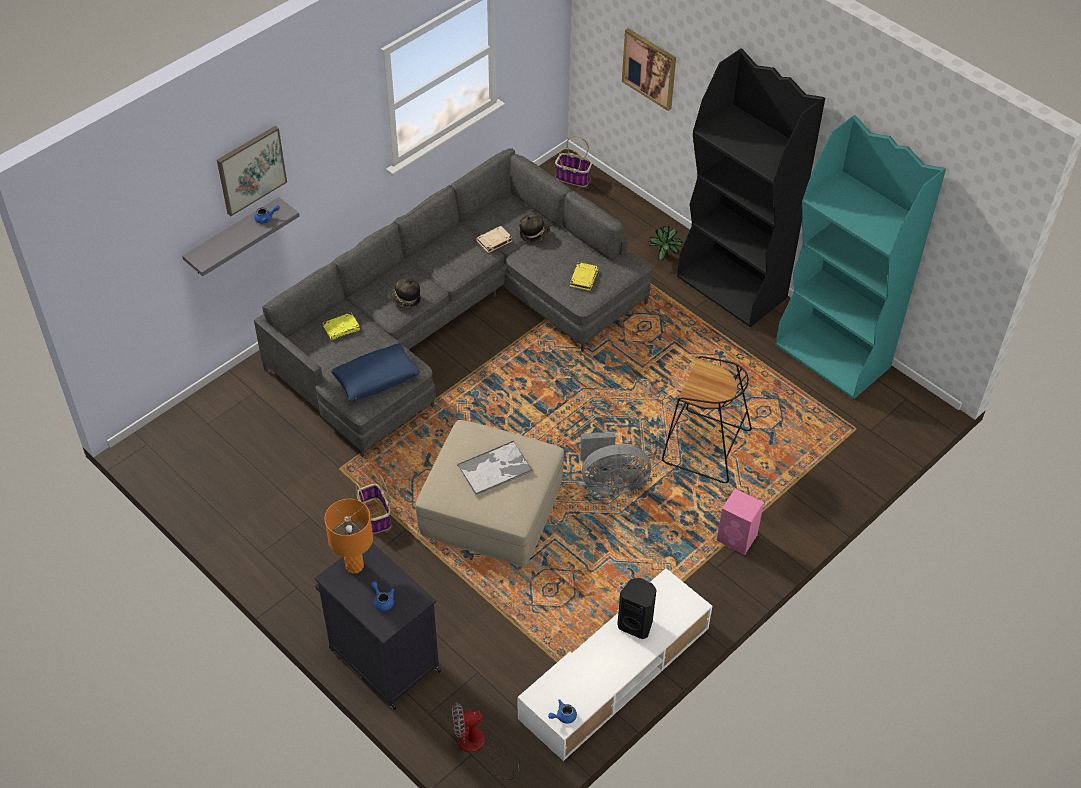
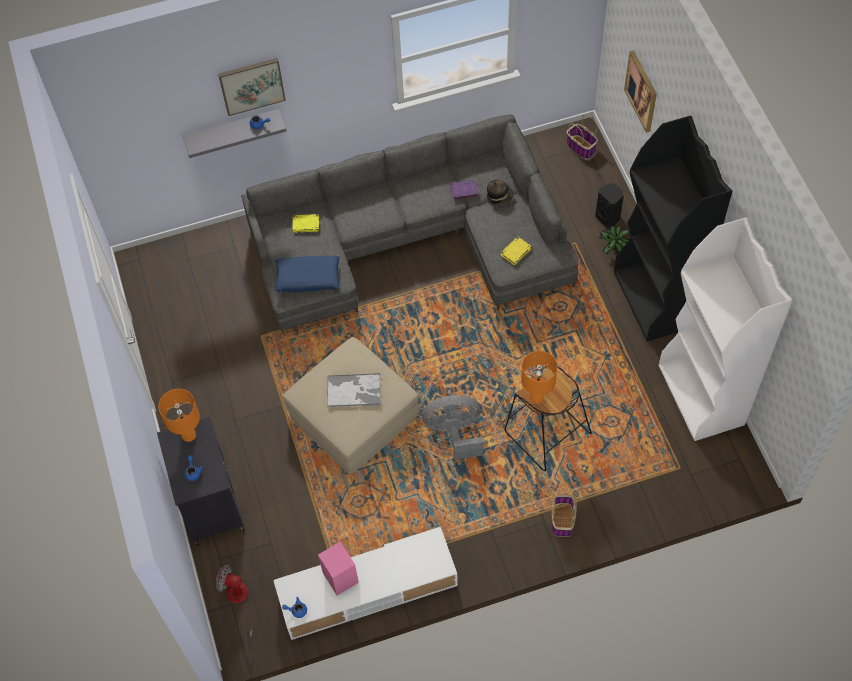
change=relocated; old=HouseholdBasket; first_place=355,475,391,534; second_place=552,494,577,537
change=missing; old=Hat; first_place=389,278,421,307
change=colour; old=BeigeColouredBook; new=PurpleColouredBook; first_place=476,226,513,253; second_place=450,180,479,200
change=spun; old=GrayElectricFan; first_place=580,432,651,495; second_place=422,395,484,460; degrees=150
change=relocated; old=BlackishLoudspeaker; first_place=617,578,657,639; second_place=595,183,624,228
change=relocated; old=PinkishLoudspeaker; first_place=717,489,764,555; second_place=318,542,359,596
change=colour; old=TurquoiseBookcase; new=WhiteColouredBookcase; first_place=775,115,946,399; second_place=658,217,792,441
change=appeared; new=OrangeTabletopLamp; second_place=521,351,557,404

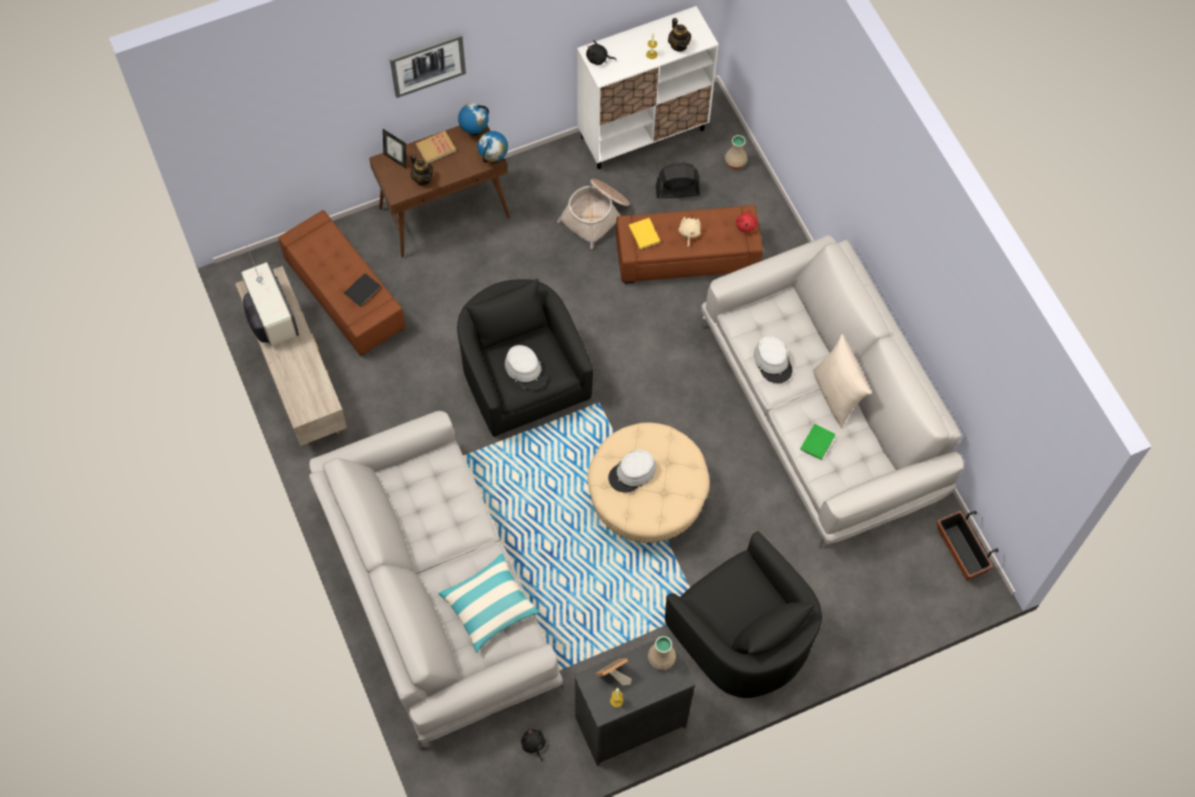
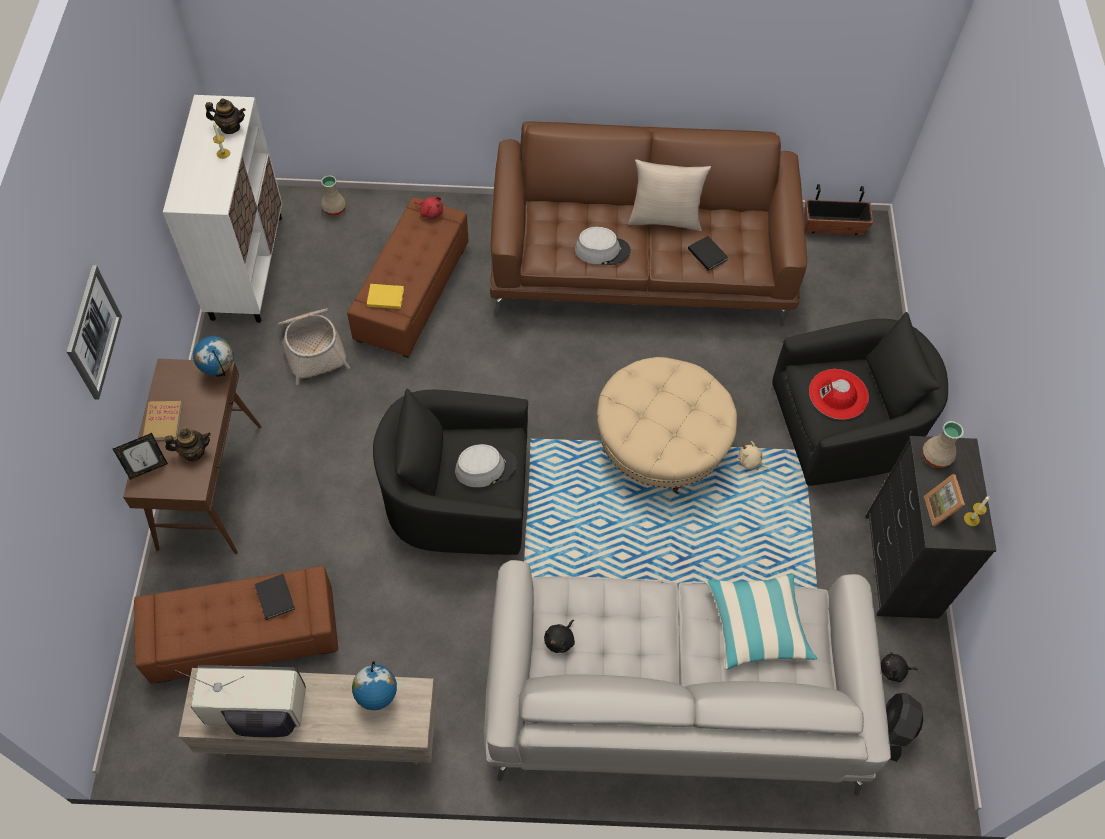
change=relocated; old=Globe; first_place=458,103,489,136; second_place=352,661,397,710
change=relocated; old=BlackishPlushToy; first_place=586,40,617,65; second_place=544,620,575,653
change=missing; old=GrayHat; first_place=608,450,656,493
change=relocated; old=BlackishElectricFan; first_place=656,163,700,198; second_place=886,693,923,762
change=relocated; old=BeigeColouredPlushToy; first_place=679,215,701,247; second_place=738,441,770,471
change=colour; old=GraySettee; new=BrownColouredSettee; first_place=698,235,964,549; second_place=490,121,807,327
change=colour; old=GreenColouredBook; new=BlackishBook; first_place=800,424,836,460; second_place=688,236,729,271
change=appeared; new=RedColouredHat; second_place=809,369,869,420

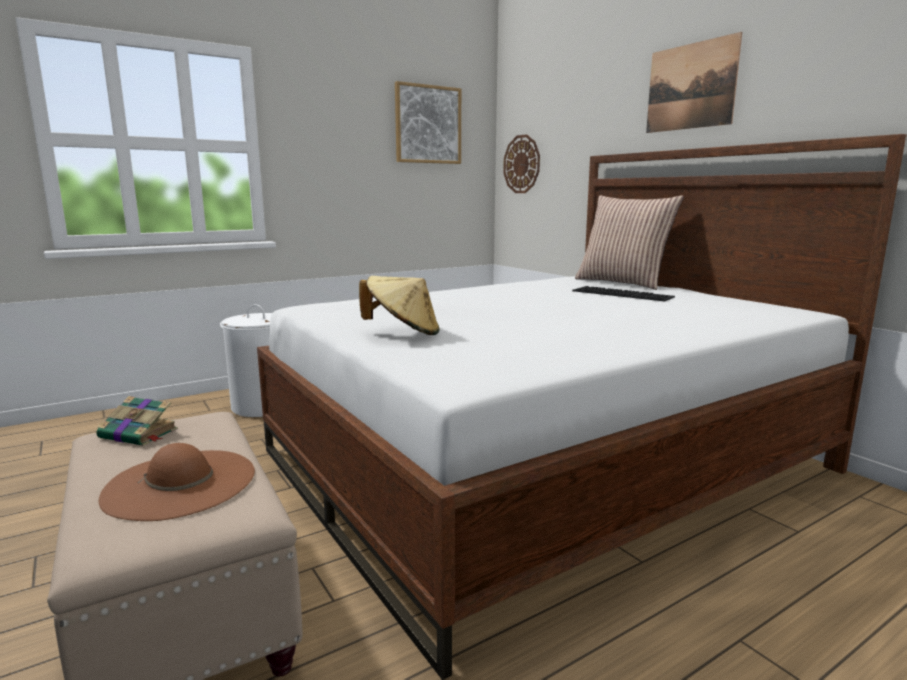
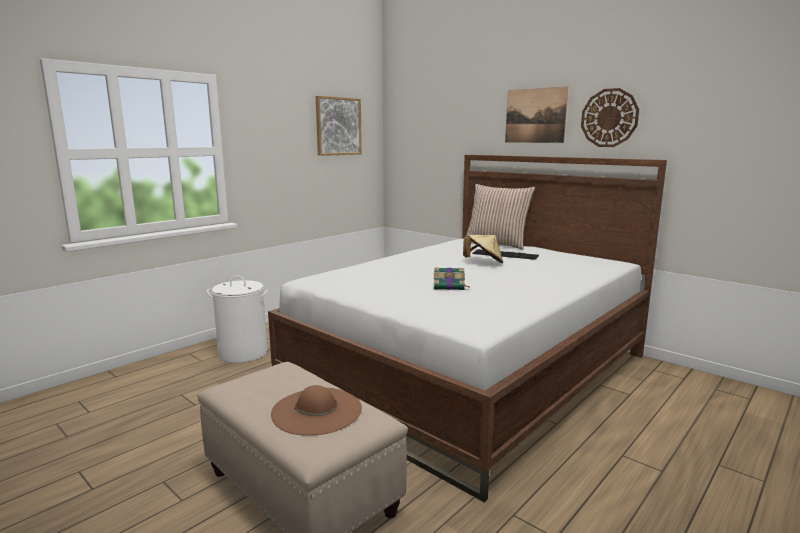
change=relocated; old=Book; first_place=96,396,178,446; second_place=434,267,471,290
change=relocated; old=BeigeColouredHat; first_place=359,276,439,335; second_place=463,235,503,263
change=relocated; old=WallClock; first_place=503,134,540,193; second_place=581,88,639,147

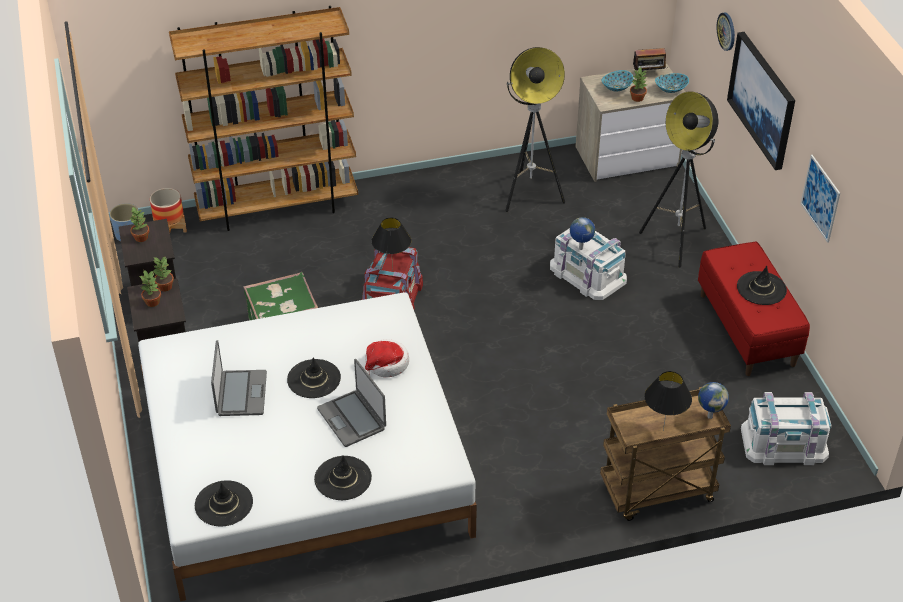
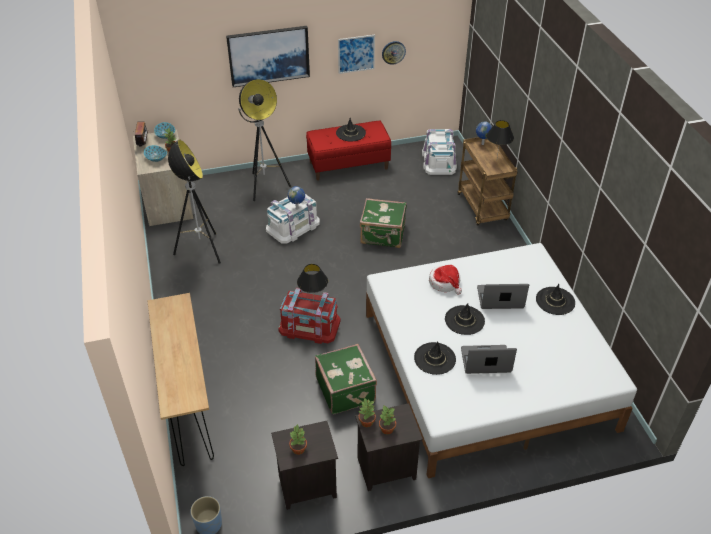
change=missing; old=PlantPot; first_place=150,188,187,233
change=exchanged; old=BrownColouredBookcase; new=BrownColouredConsoleTable; first_place=169,6,358,231; second_place=148,293,214,466
change=relocated; old=BlackishHat; first_place=195,480,253,526; second_place=414,341,456,375
change=spun; old=Laptop; first_place=317,359,386,447; second_place=477,284,529,309; degrees=-150
change=relocated; old=WallClock; first_place=717,12,735,51; second_place=382,41,406,65
change=appeared; new=GreenColouredPieceOfLuggage; second_place=360,198,407,248

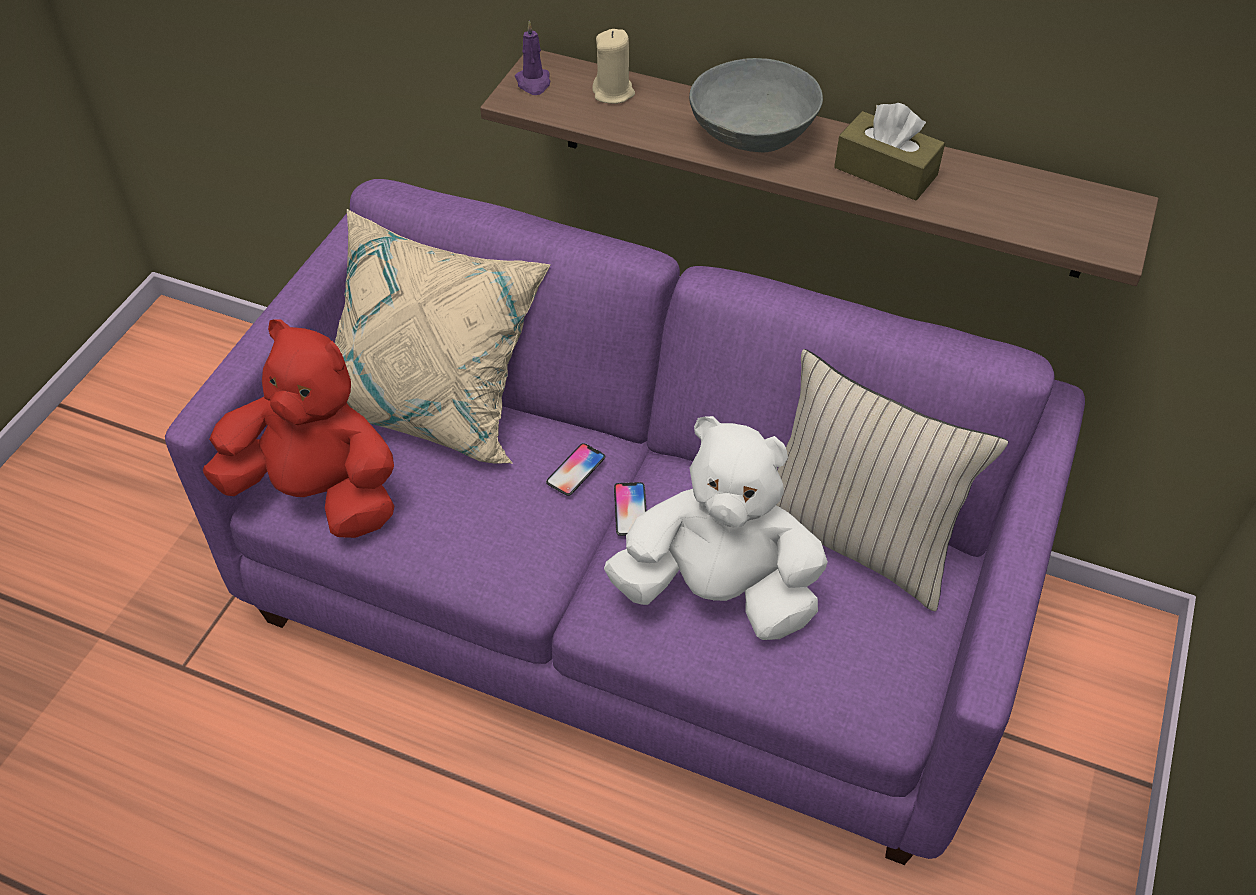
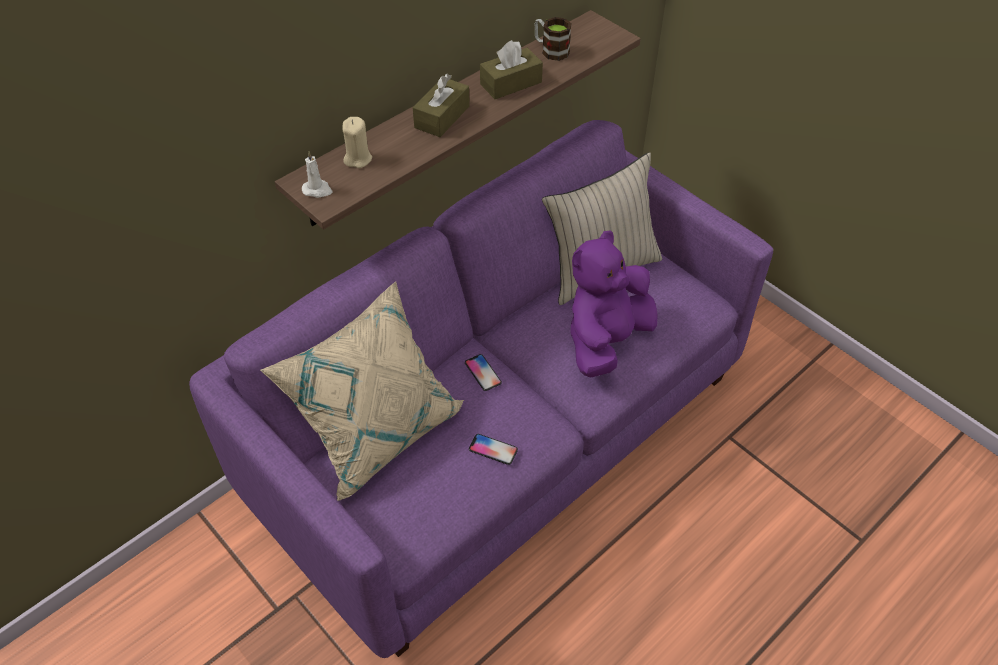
change=missing; old=RedColouredPlushToy; first_place=203,319,394,538
change=colour; old=PurpleColouredWaxCandle; new=WhiteColouredWaxCandle; first_place=515,20,550,95; second_place=302,151,333,198
change=colour; old=WhiteColouredPlushToy; new=PurpleColouredPlushToy; first_place=604,416,828,640; second_place=570,230,658,378
change=relocated; old=Handset; first_place=614,482,647,536; second_place=469,434,518,465
change=exchanged; old=GrayServingBowl; new=BrownColouredTissueBox; first_place=689,58,823,153; second_place=413,74,470,137
change=appeared; new=CoffeeMug; second_place=535,17,572,61

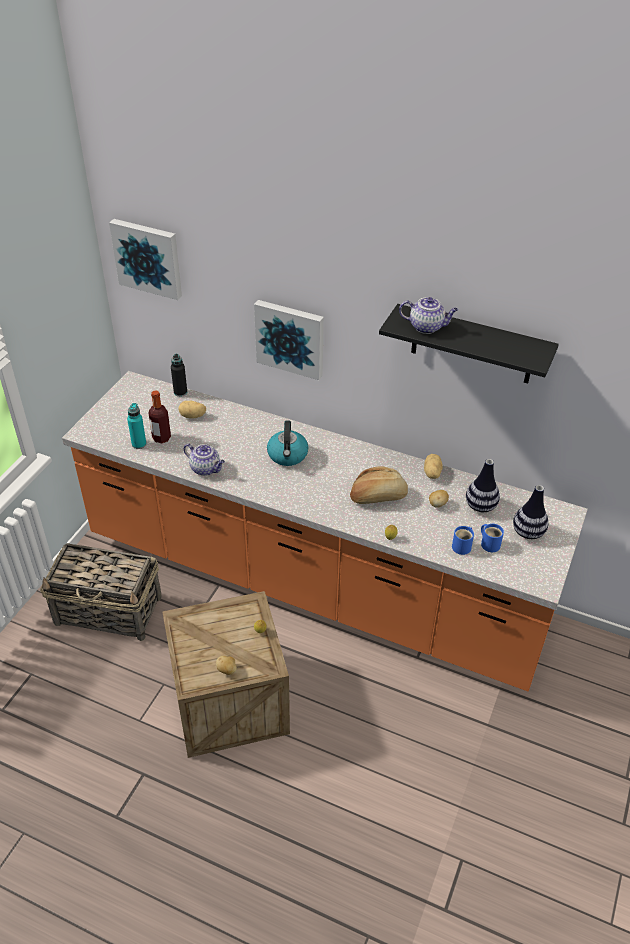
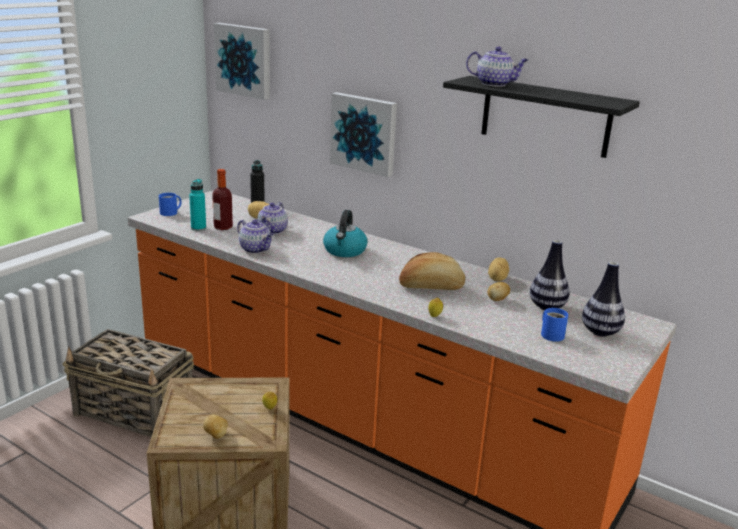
change=relocated; old=BlueCoffeeMug; first_place=452,526,474,555; second_place=159,193,182,216
change=appeared; new=PotForTea; second_place=257,202,288,235

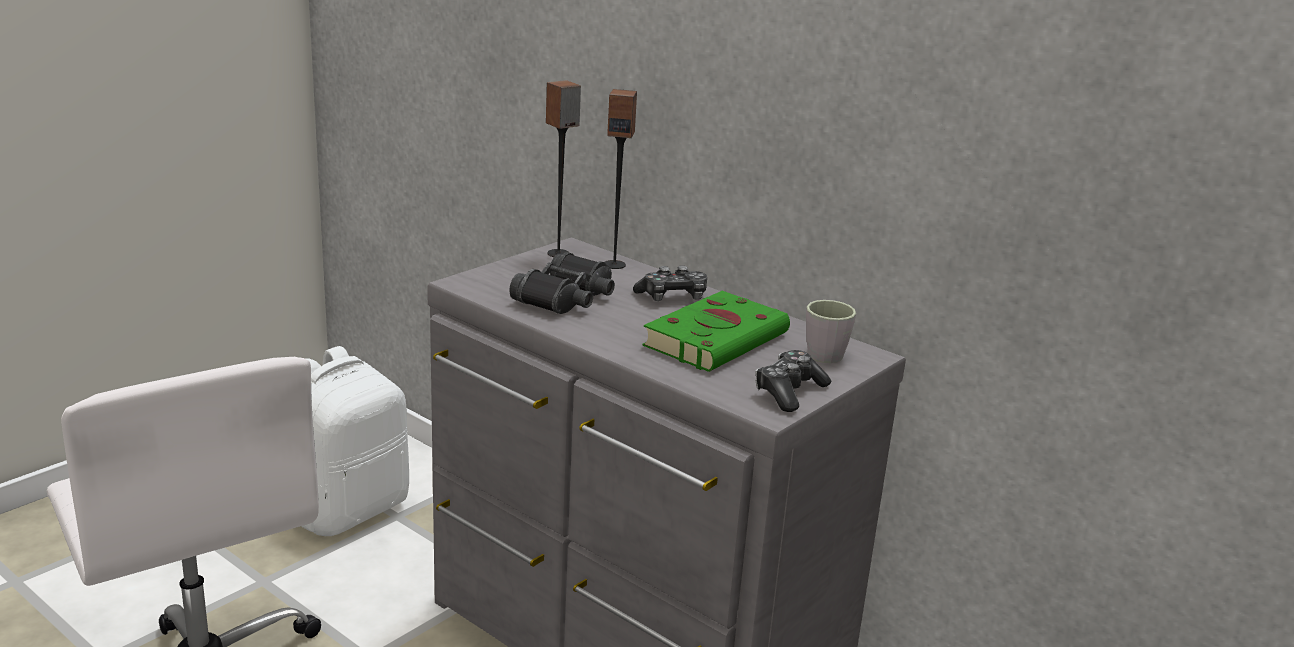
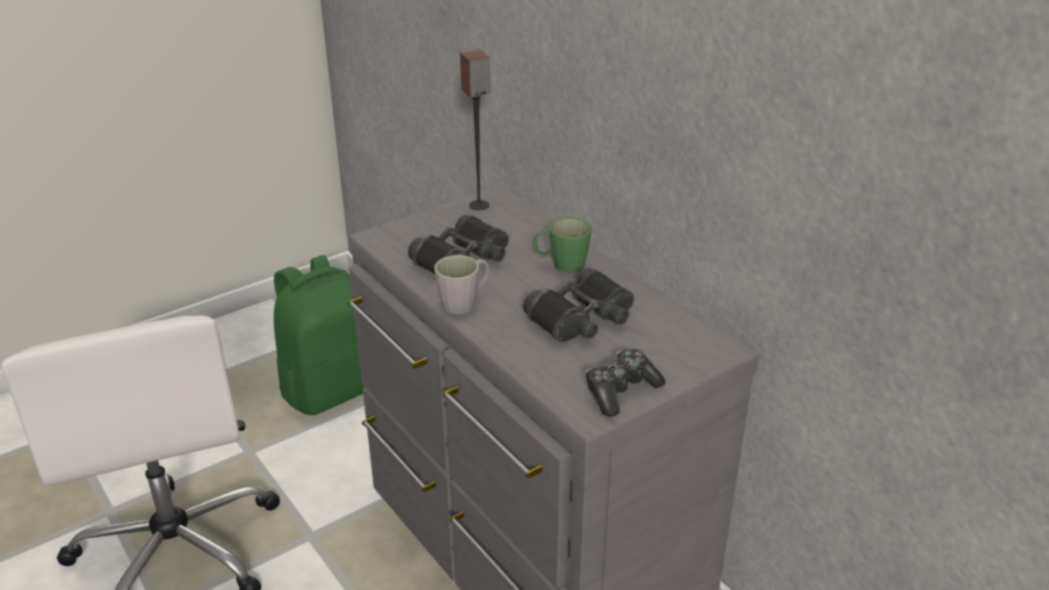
change=colour; old=WhiteColouredBackpack; new=GreenColouredBackpack; first_place=301,346,409,536; second_place=274,255,365,415
change=missing; old=Loudspeaker; first_place=605,89,637,269
change=exchanged; old=Joypad; new=GreenColouredCoffeeMug; first_place=633,265,707,301; second_place=533,217,592,273
change=exchanged; old=GreenColouredBook; new=BlackishBinoculars; first_place=642,291,790,372; second_place=523,268,634,341
change=relocated; old=GrayCoffeeMug; first_place=806,300,856,363; second_place=434,255,489,314

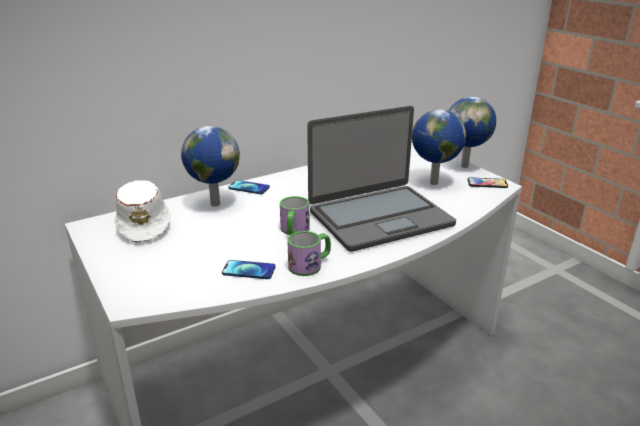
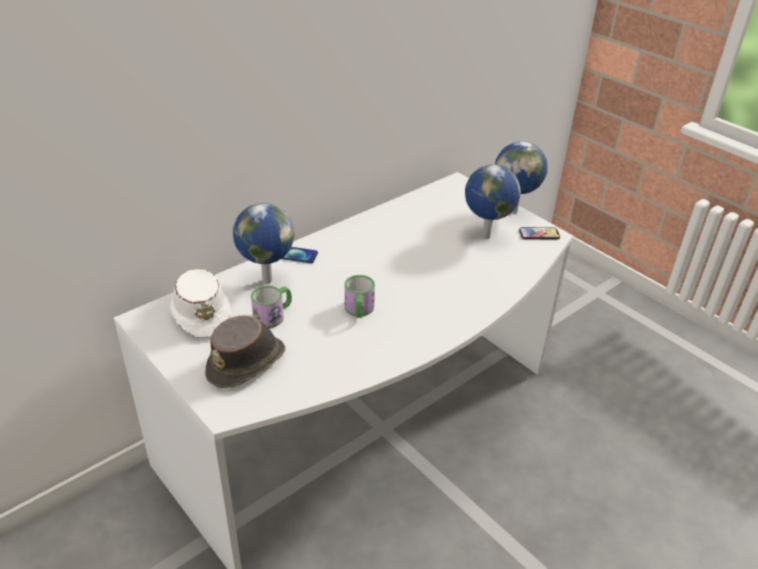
change=missing; old=Handset; first_place=222,260,275,279
change=relocated; old=CoffeeMug; first_place=287,231,331,276; second_place=251,286,292,328
change=missing; old=Laptop; first_place=307,106,456,252
change=appeared; new=BrownColouredHat; second_place=205,315,286,388

